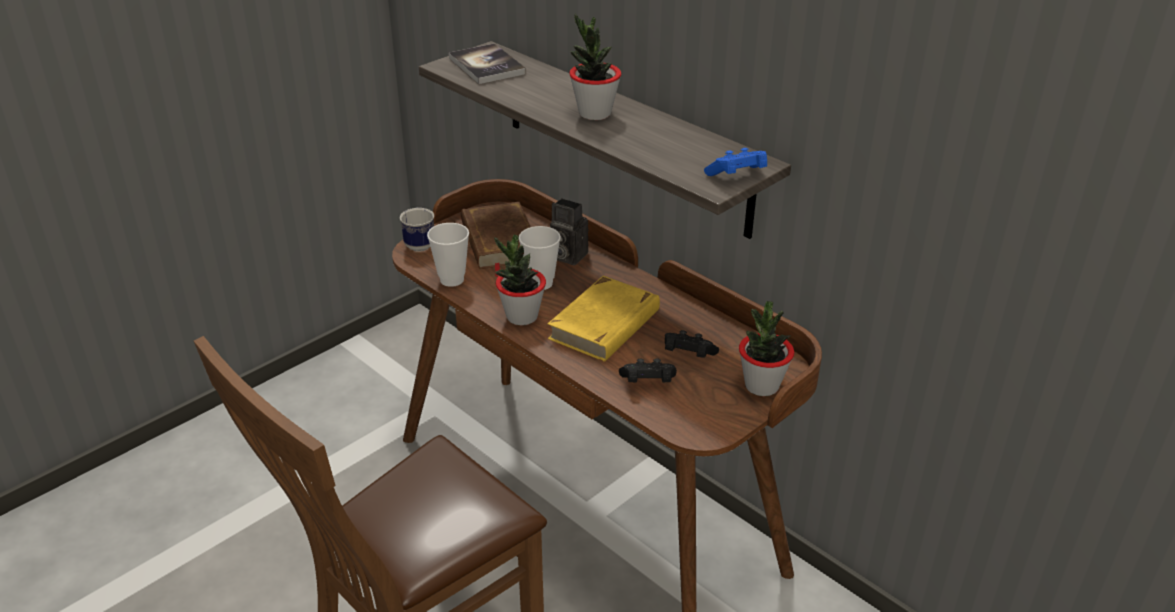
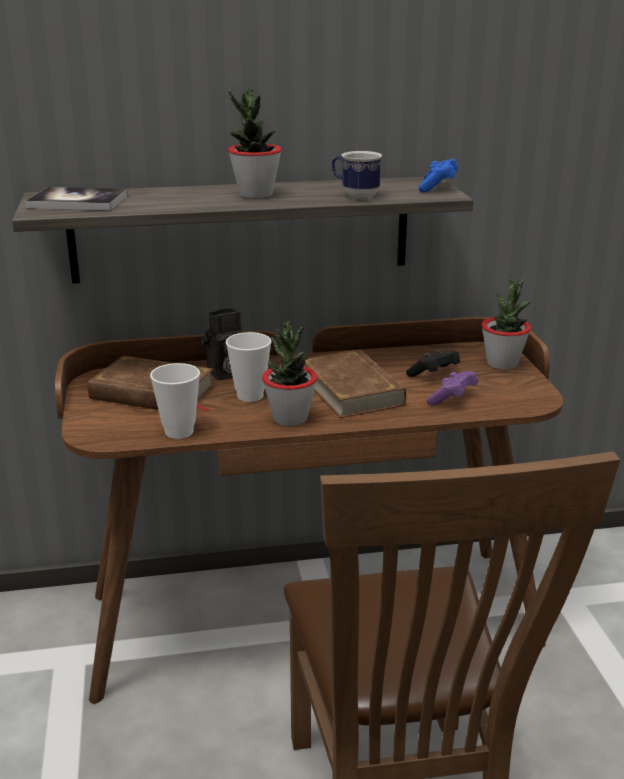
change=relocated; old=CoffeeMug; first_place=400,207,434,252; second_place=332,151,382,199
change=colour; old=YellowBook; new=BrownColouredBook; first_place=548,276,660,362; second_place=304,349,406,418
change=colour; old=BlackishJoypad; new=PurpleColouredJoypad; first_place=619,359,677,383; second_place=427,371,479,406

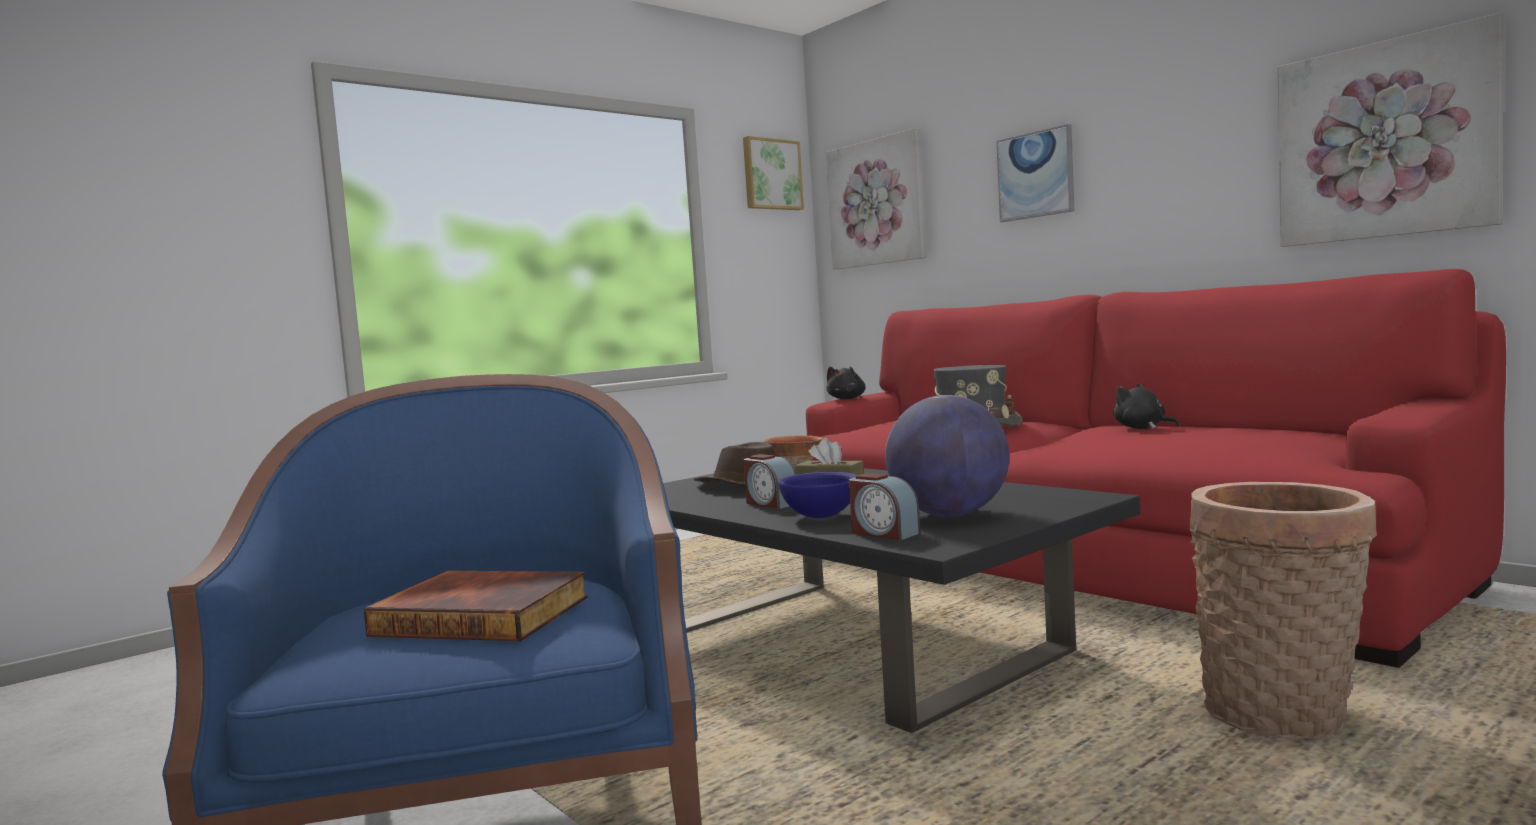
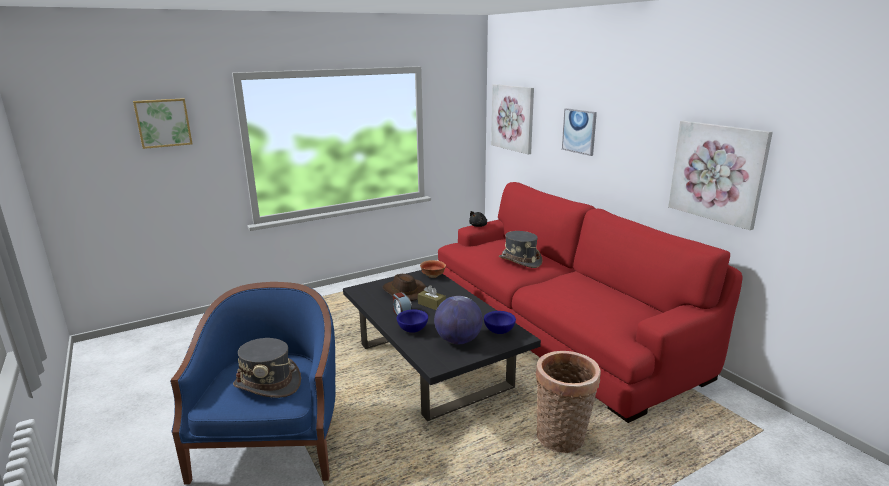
change=exchanged; old=Book; new=GrayHat; first_place=364,571,588,641; second_place=233,338,301,398
change=relocated; old=WallPicture; first_place=743,136,804,210; second_place=133,98,192,149
change=missing; old=AlarmClock; first_place=849,473,920,540
change=missing; old=BlackishPlushToy; first_place=1113,383,1180,429
change=appeared; new=BlueServingBowl; second_place=484,311,516,334

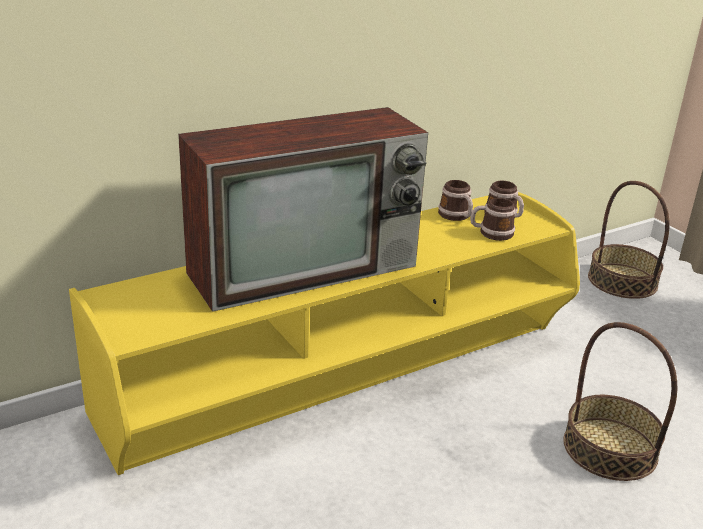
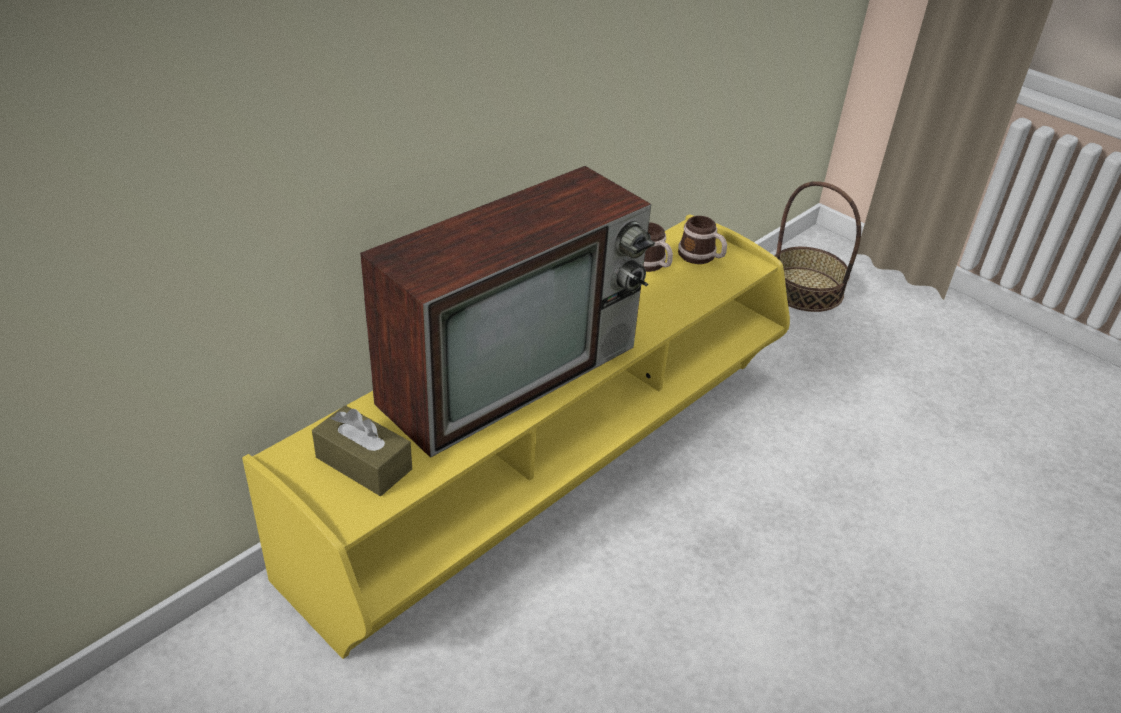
change=missing; old=CoffeeMug; first_place=470,198,516,241
change=missing; old=HouseholdBasket; first_place=563,322,677,481
change=appeared; new=BrownColouredTissueBox; second_place=312,405,412,496

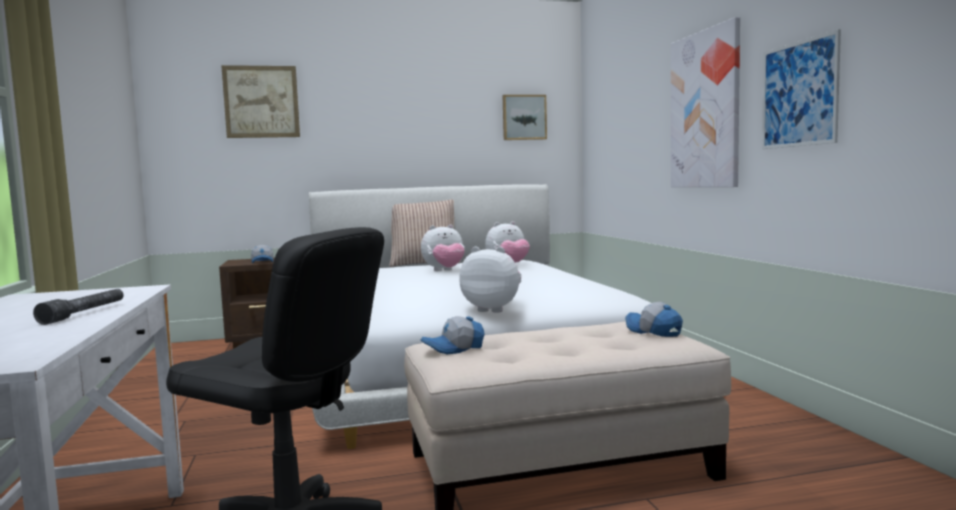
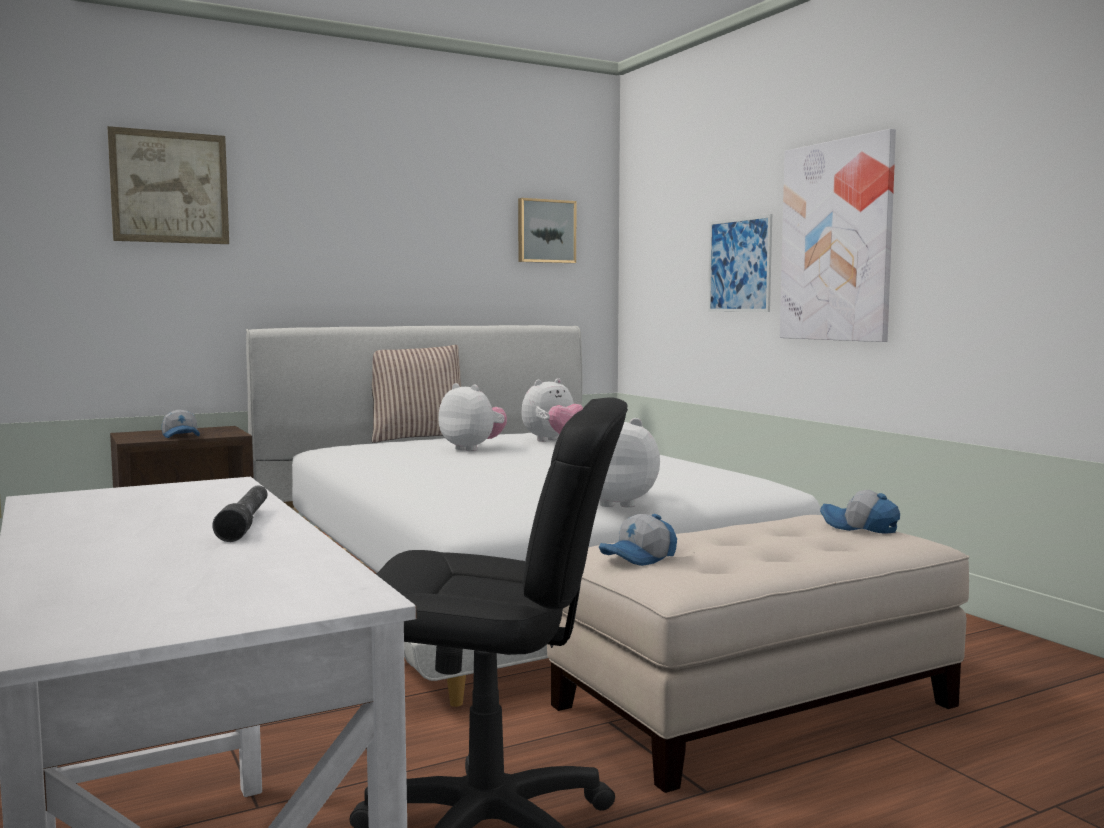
change=spun; old=PlushToy; first_place=421,224,465,271; second_place=438,383,507,451; degrees=-105
change=relocated; old=WallPicture; first_place=762,29,841,149; second_place=708,214,772,312

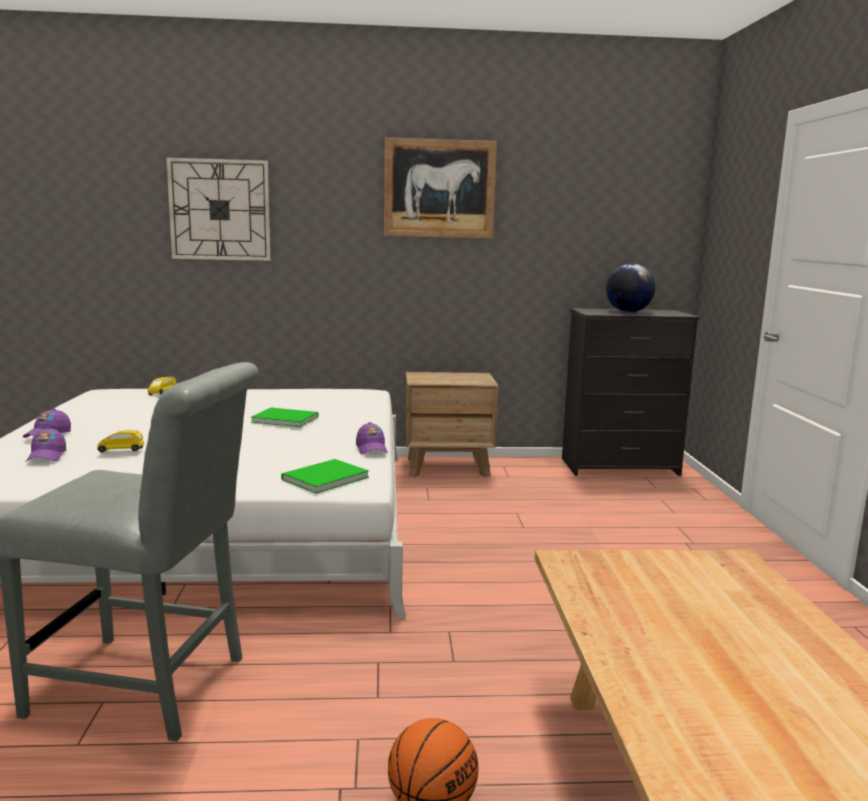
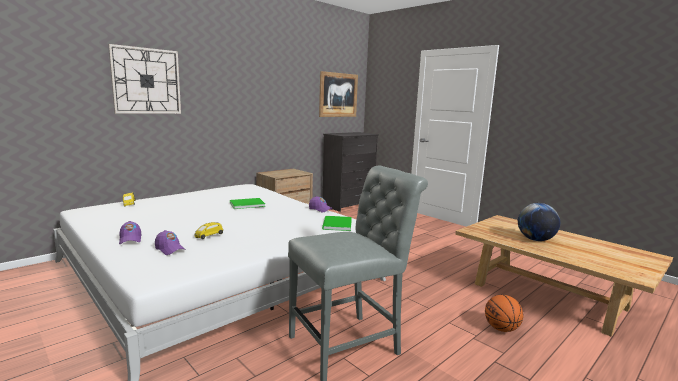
change=relocated; old=WallPicture; first_place=384,137,497,239; second_place=319,71,358,117
change=relocated; old=Globe; first_place=606,264,656,312; second_place=518,203,560,241

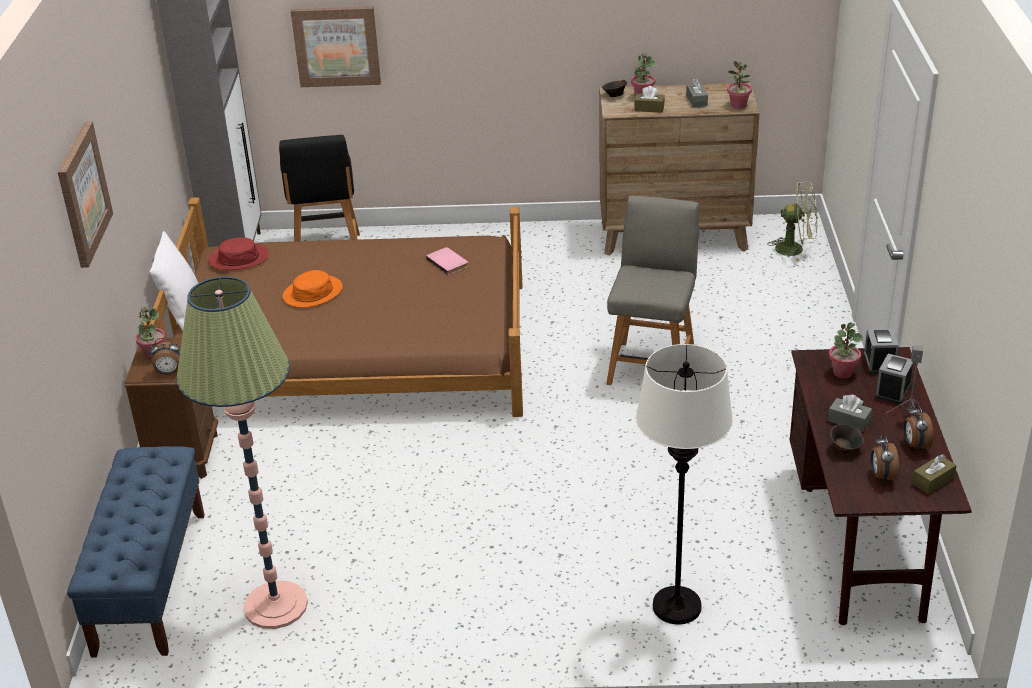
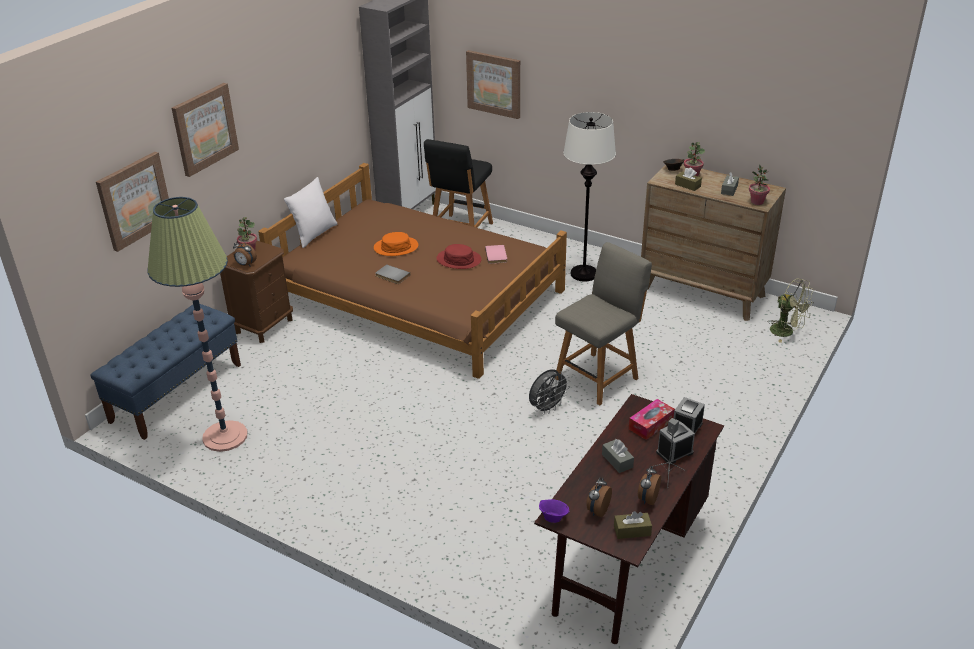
change=relocated; old=RedColouredHat; first_place=208,237,269,270; second_place=436,244,482,269
change=relocated; old=WhiteColouredStandardLamp; first_place=636,344,733,624; second_place=563,112,616,282
change=exchanged; old=PottedPlant; new=TissueBox; first_place=829,322,863,379; second_place=629,399,675,440
change=missing; old=BrownColouredServingBowl; first_place=830,424,864,453
change=appeared; new=WallPicture; second_place=96,152,169,252
change=appeared; new=GrayBook; second_place=375,264,410,284
change=appeared; new=GrayElectricFan; second_place=529,369,570,415
change=appeared; new=PurpleColouredServingBowl; second_place=539,499,570,523

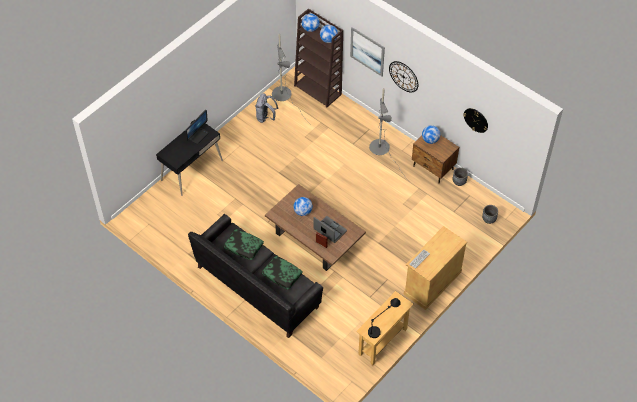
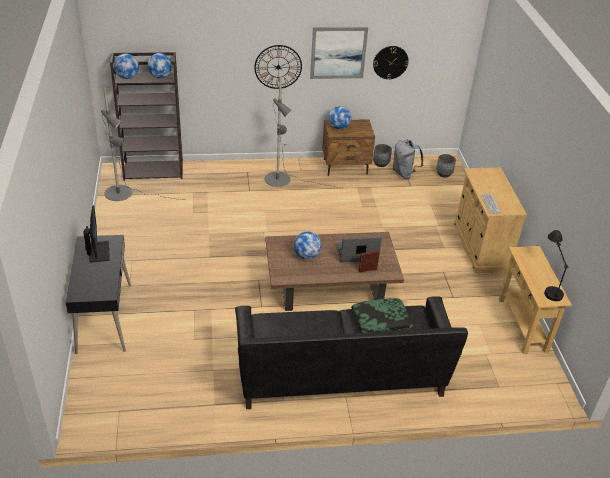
change=missing; old=ThrowPillow; first_place=223,229,264,260
change=relocated; old=GrayBackpack; first_place=255,93,278,123; second_place=392,139,423,179
change=relocated; old=WallPicture; first_place=350,27,385,76; second_place=310,27,368,79

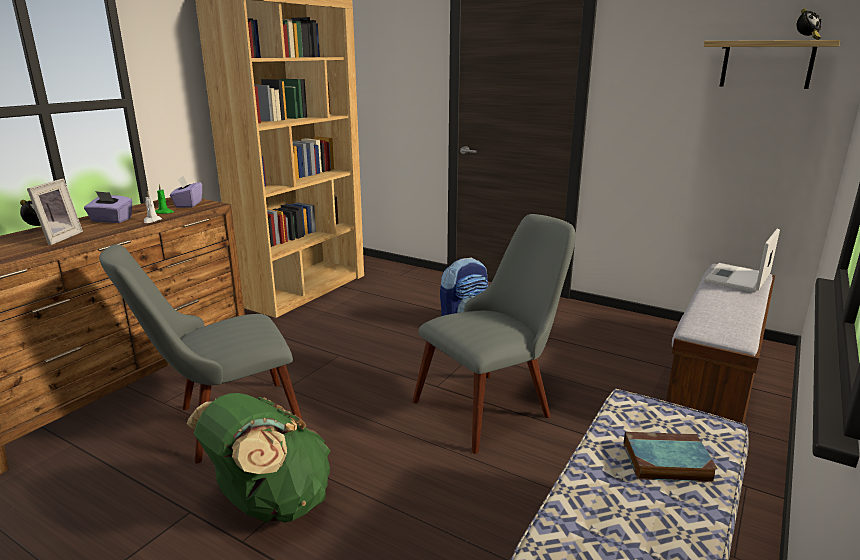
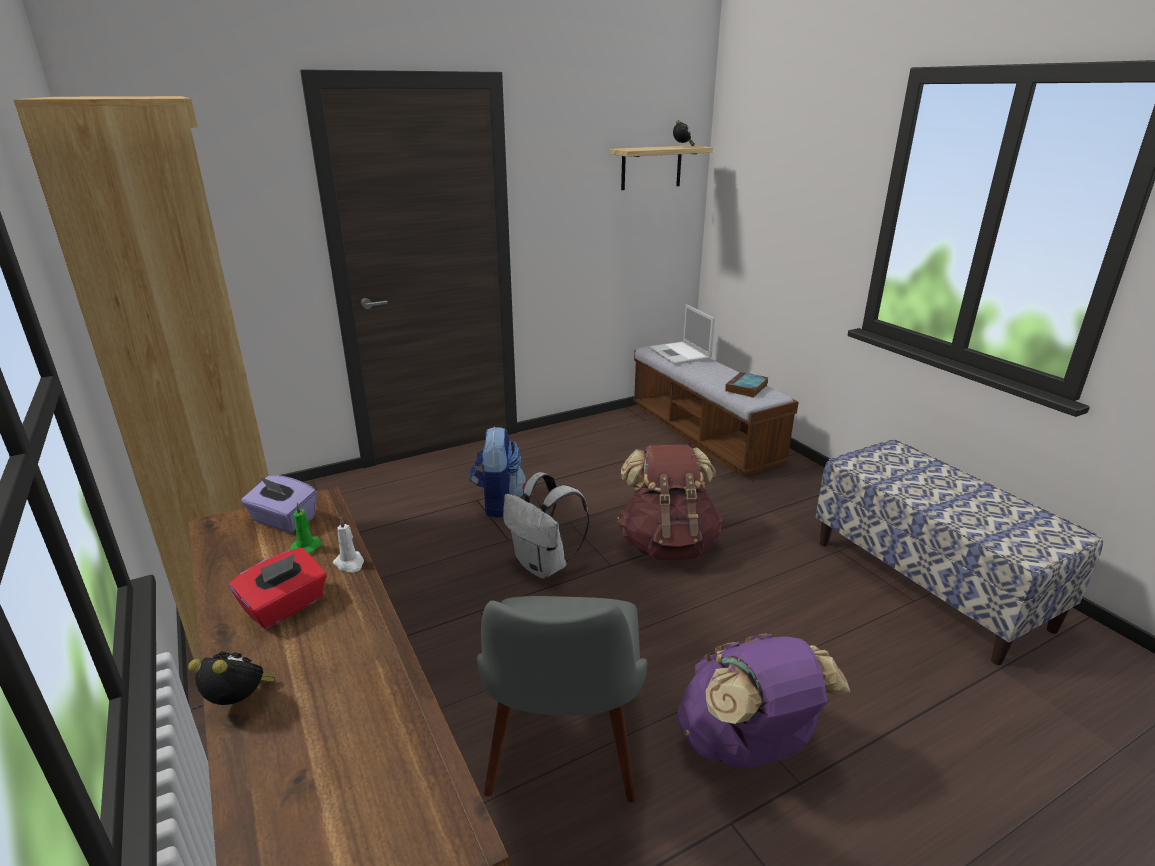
change=missing; old=PictureFrame; first_place=27,179,83,245
change=colour; old=PurpleColouredTissueBox; new=RedColouredTissueBox; first_place=84,191,132,223; second_place=229,548,327,629
change=colour; old=GreenColouredBackpack; new=PurpleColouredBackpack; first_place=187,393,331,523; second_place=677,633,850,768
change=exchanged; old=GrayPlainChair; new=BrownColouredBackpack; first_place=412,214,576,454; second_place=617,444,723,561
change=relocated; old=Book; first_place=624,432,717,482; second_place=725,372,768,398
change=appeared; new=WhiteColouredBackpack; second_place=503,472,589,579

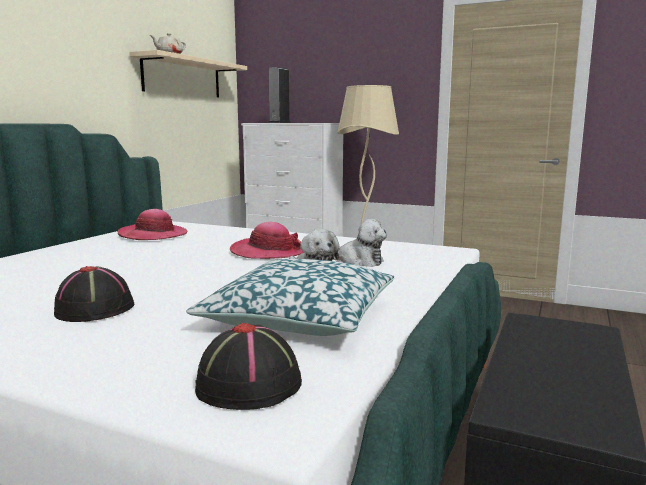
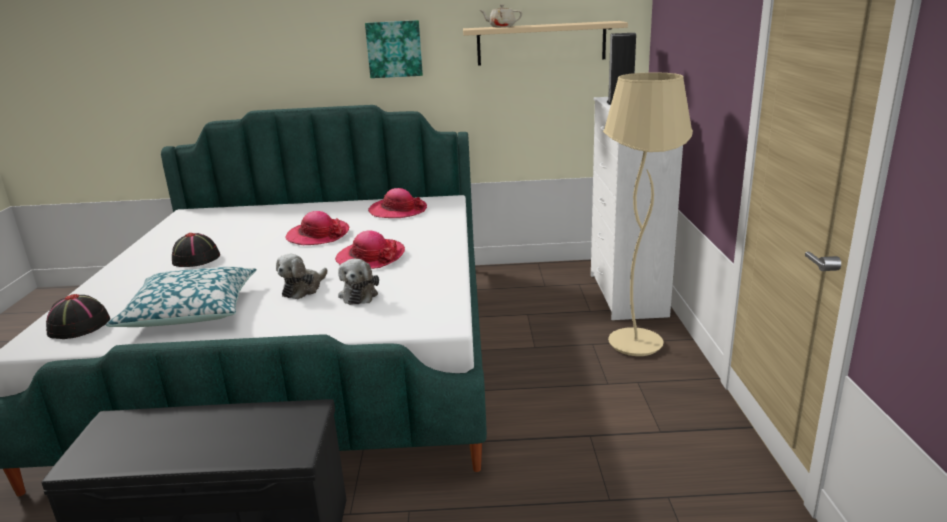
change=appeared; new=Hat; second_place=285,211,349,245
change=appeared; new=WallPicture; second_place=365,20,423,78

